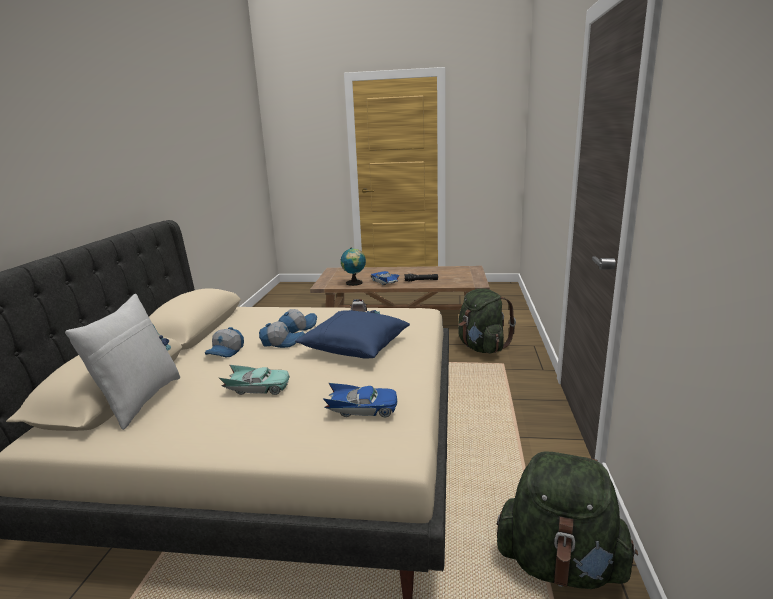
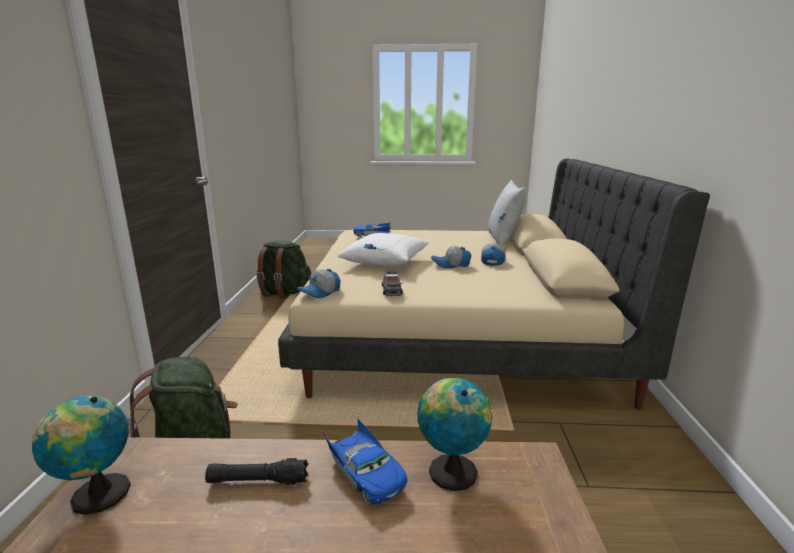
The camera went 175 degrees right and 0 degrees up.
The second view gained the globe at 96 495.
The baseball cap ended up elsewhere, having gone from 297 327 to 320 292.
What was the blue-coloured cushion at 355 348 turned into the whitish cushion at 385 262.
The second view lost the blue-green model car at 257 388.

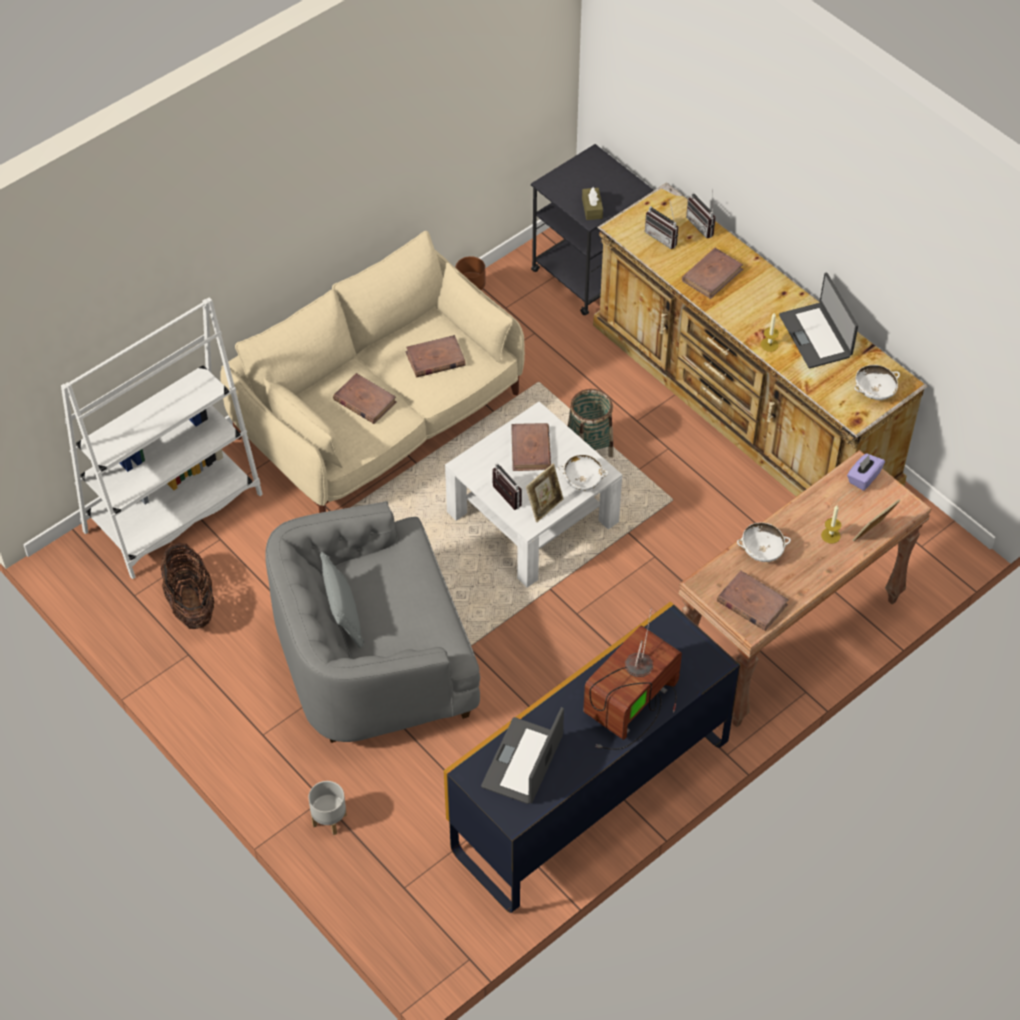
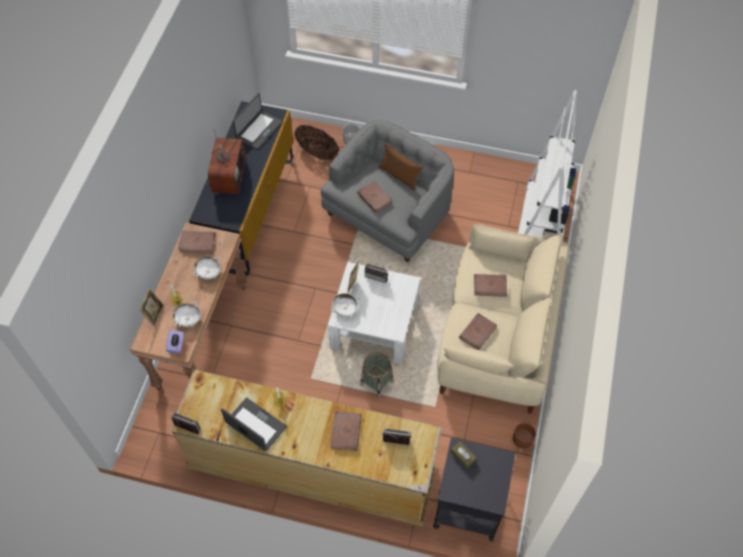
The camera went 145 degrees right and 5 degrees up.
The radio ended up elsewhere, having gone from 703 225 to 186 430.
The whitish bowl ended up elsewhere, having gone from 874 391 to 188 319.
The laptop at 523 762 ended up facing another way, 45 degrees clockwise from before.
The household basket ended up elsewhere, having gone from 191 603 to 317 152.
The brown bound book ended up elsewhere, having gone from 530 449 to 374 198.
What was the greyish cushion at 343 615 turned into the brown cushion at 399 176.

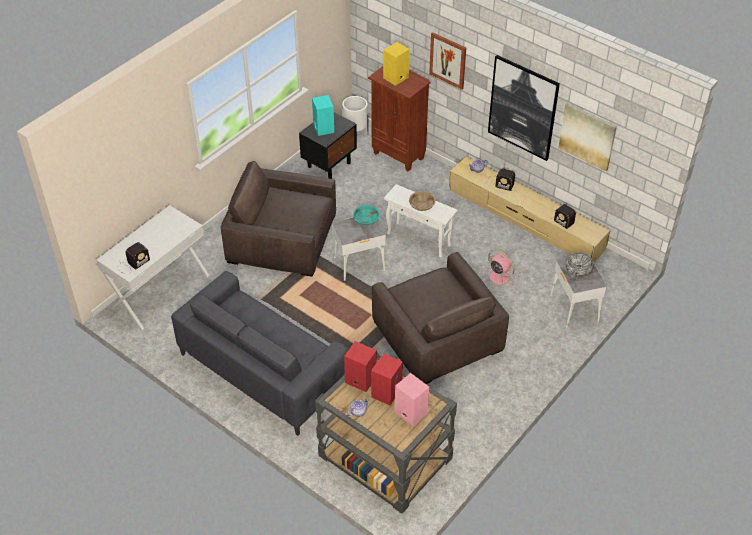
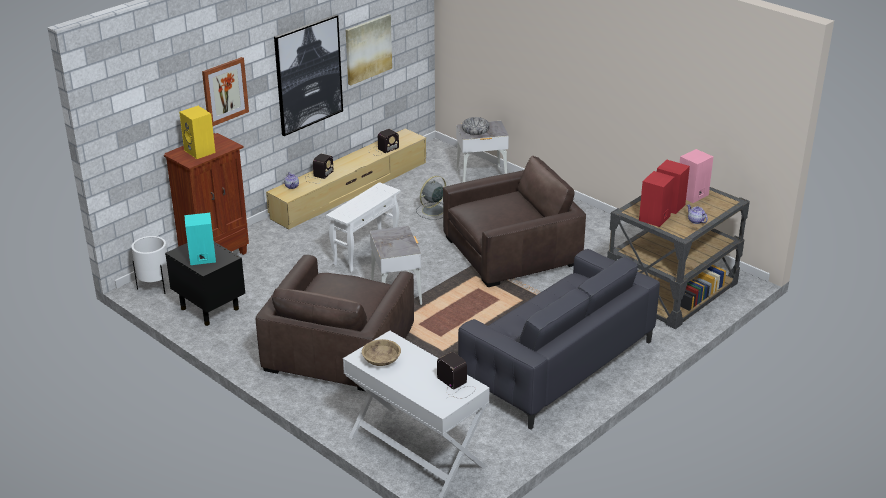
The camera went 85 degrees left and 15 degrees down.
The sand-coloured bowl ended up elsewhere, having gone from 421 206 to 381 361.
What was the pinkish cooling fan at 498 276 turned into the greyish cooling fan at 432 211.
The second view lost the blue-green bowl at 366 220.

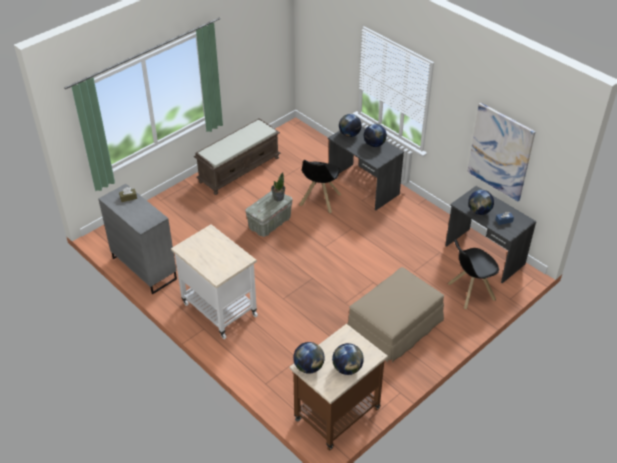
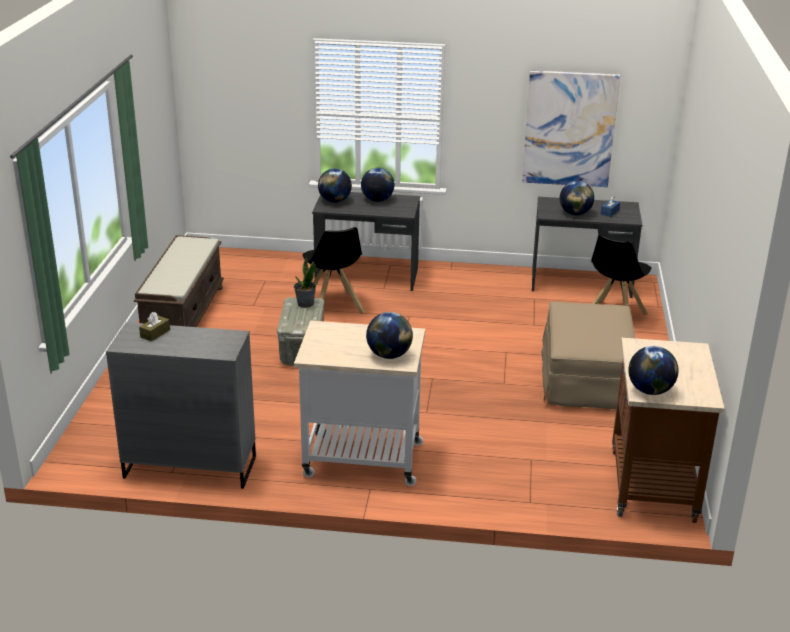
The camera went 40 degrees left and 15 degrees down.
The globe ended up elsewhere, having gone from 347 368 to 389 355.

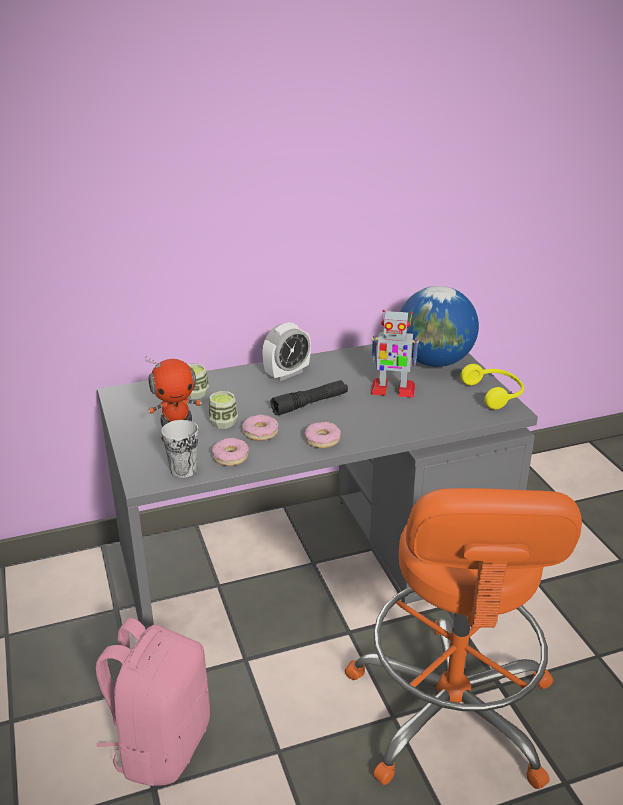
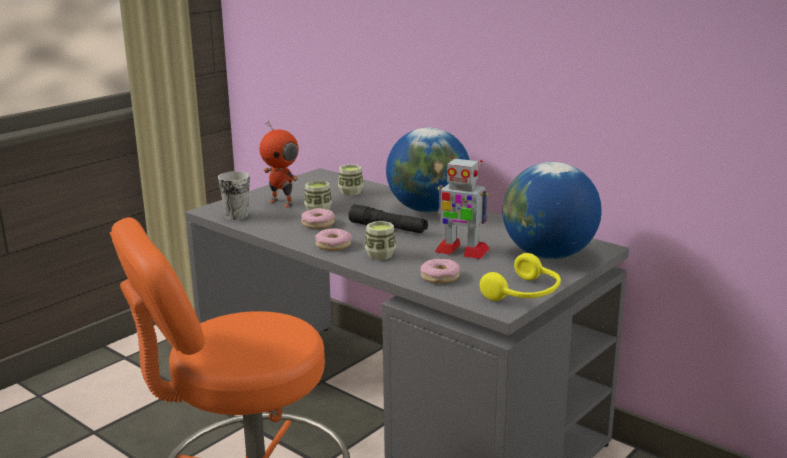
The camera went 60 degrees right and 10 degrees down.
The second view gained the cup at 380 255.
Where the table clock stood at 287 374, the globe came to stand at 428 209.
The donut ended up elsewhere, having gone from 230 457 to 440 277.
The model robot at 392 389 ended up facing another way, 45 degrees counterclockwise from before.
The second view lost the pinkish rucksack at 161 744.

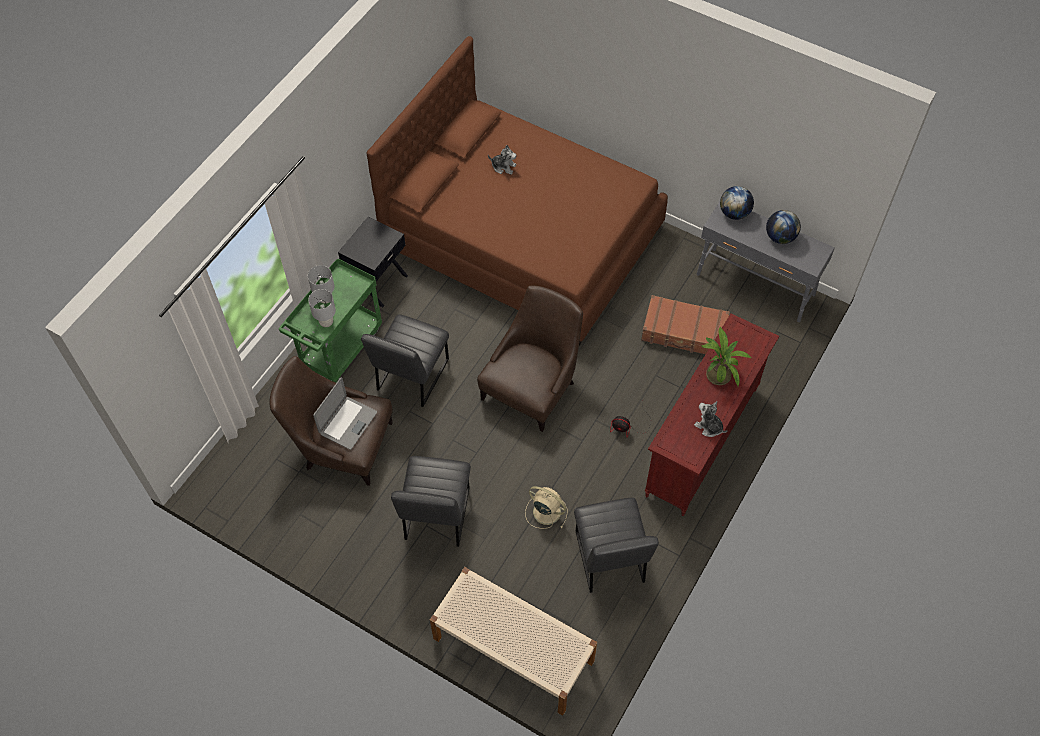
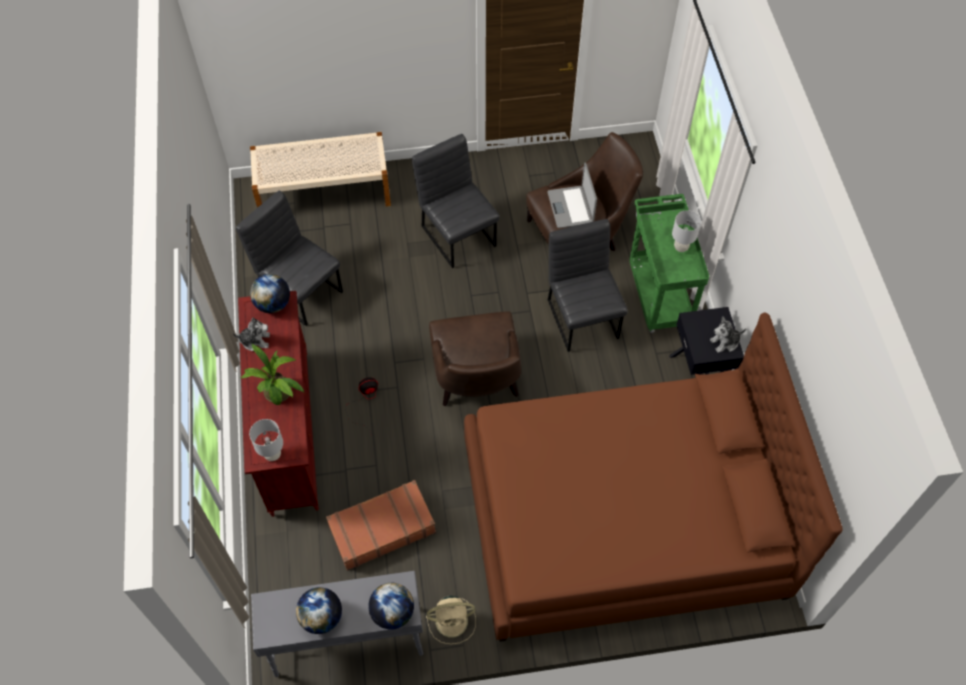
The camera went 140 degrees right and 0 degrees up.
The greyish table lamp ended up elsewhere, having gone from 326 323 to 272 454.
The second view gained the globe at 273 304.
The sand-coloured cooling fan ended up elsewhere, having gone from 545 511 to 453 621.
The soft toy ended up elsewhere, having gone from 503 167 to 725 342.

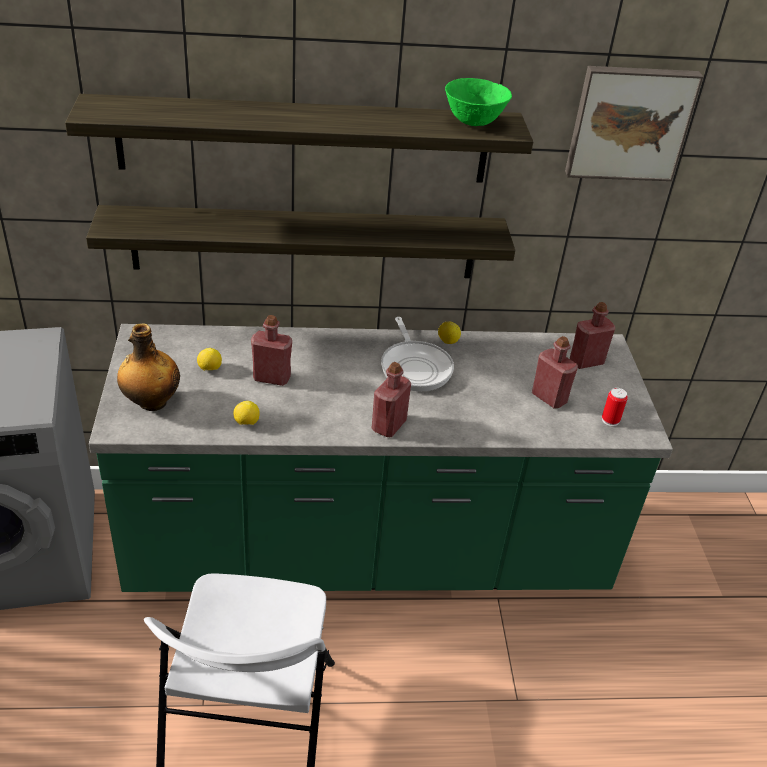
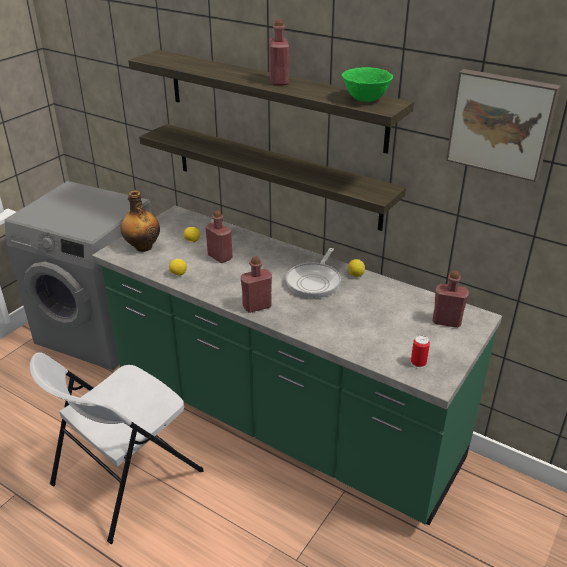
The camera went 40 degrees right and 5 degrees down.
The reddish bottle ended up elsewhere, having gone from 549 398 to 279 81.

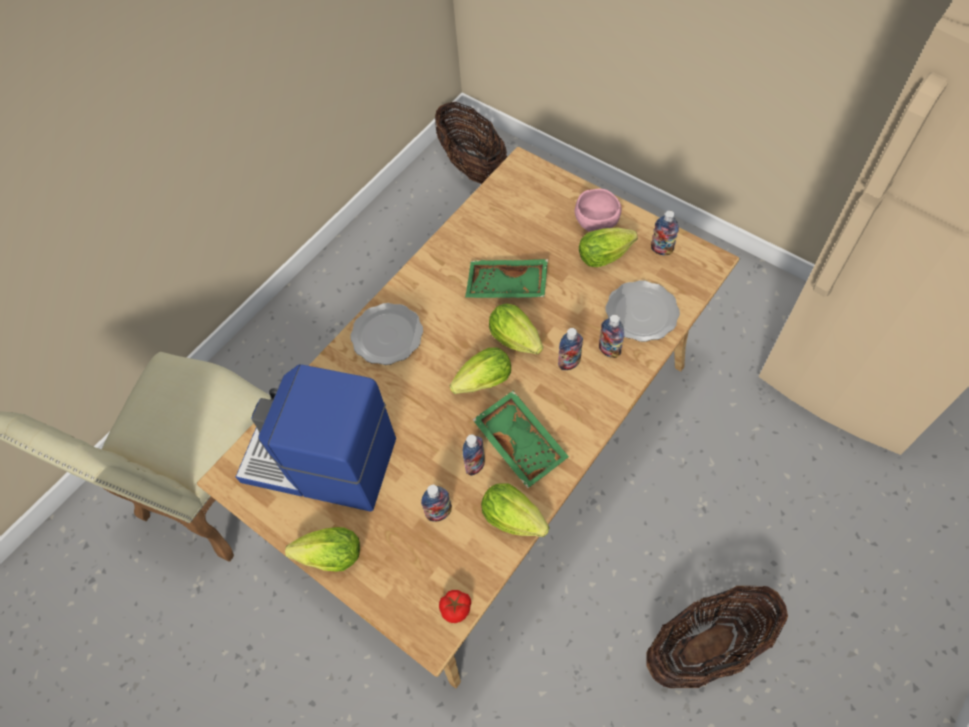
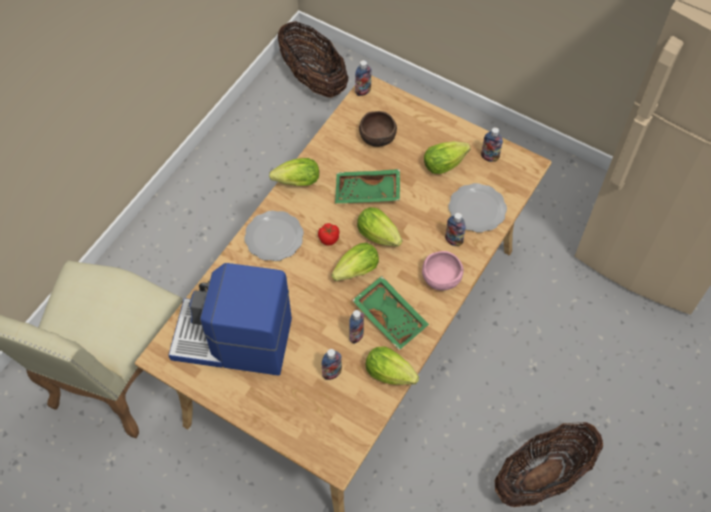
The camera went 10 degrees left and 0 degrees up.
The lettuce head ended up elsewhere, having gone from 327 556 to 294 182.
The whole tomato ended up elsewhere, having gone from 456 608 to 329 238.
The bottle ended up elsewhere, having gone from 569 363 to 363 91.
The second view gained the brown bowl at 378 137.
The pinkish bowl ended up elsewhere, having gone from 597 221 to 442 278.

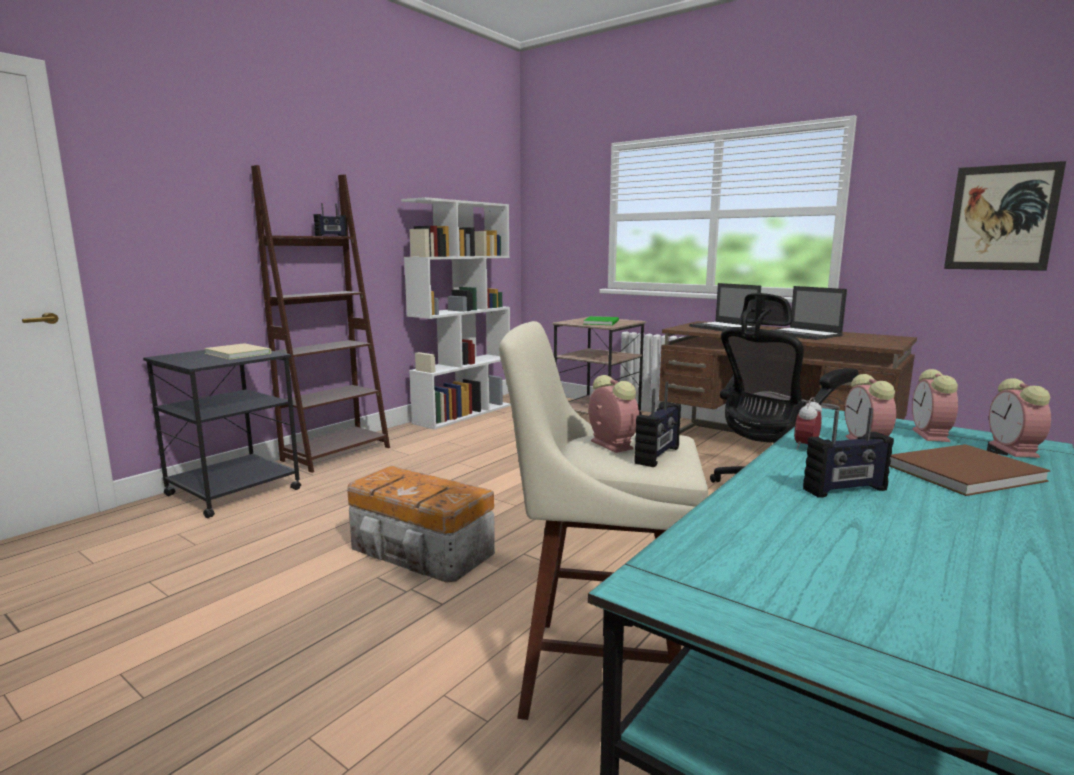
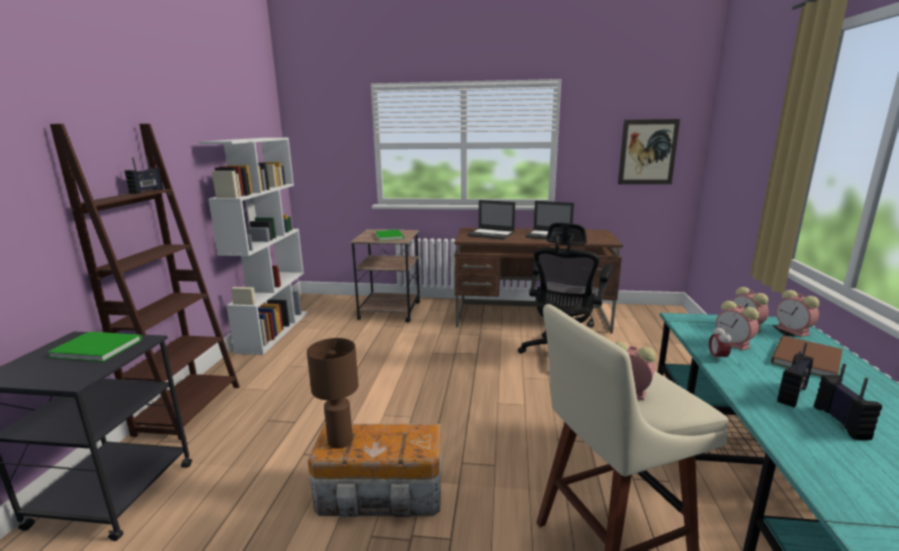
The camera went 30 degrees left and 5 degrees up.
What was the sand-coloured bound book at 238 353 turned into the green-coloured bound book at 97 347.
The second view gained the brown table lamp at 339 441.
The radio ended up elsewhere, having gone from 658 455 to 841 422.

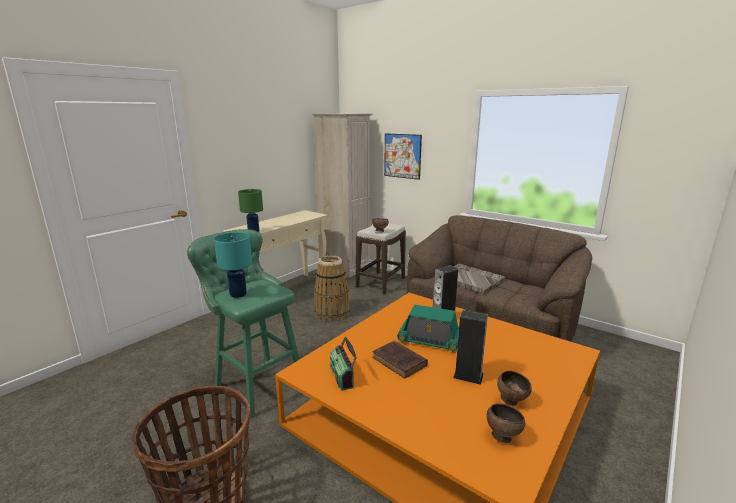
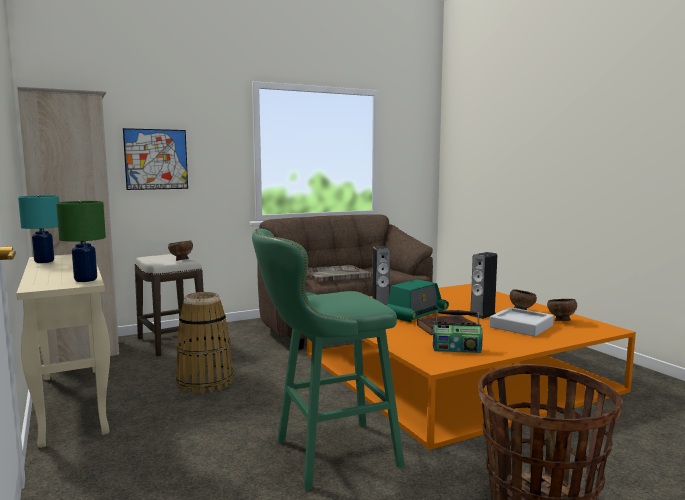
The camera went 65 degrees left and 10 degrees down.
The blue-green table lamp ended up elsewhere, having gone from 239 294 to 45 261.
The second view gained the greyish tray at 521 326.

